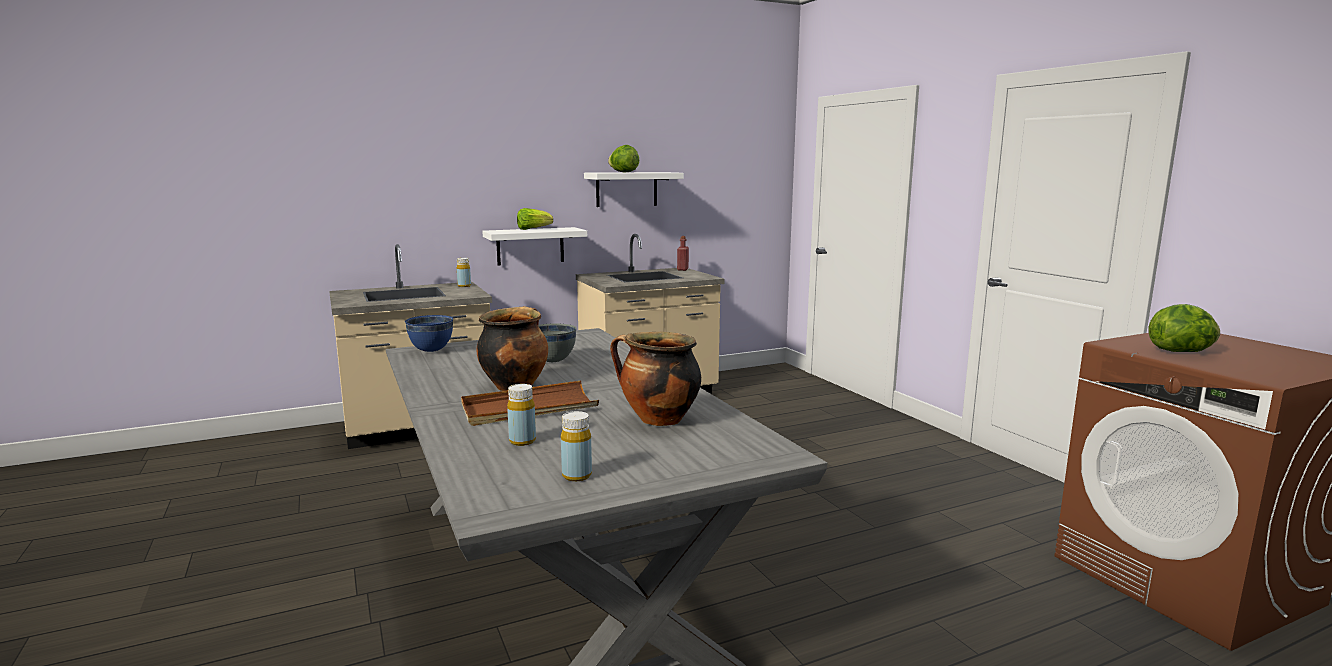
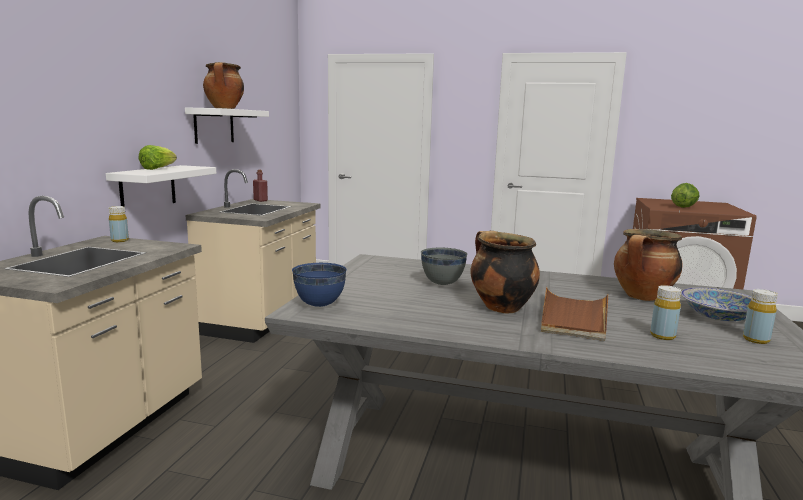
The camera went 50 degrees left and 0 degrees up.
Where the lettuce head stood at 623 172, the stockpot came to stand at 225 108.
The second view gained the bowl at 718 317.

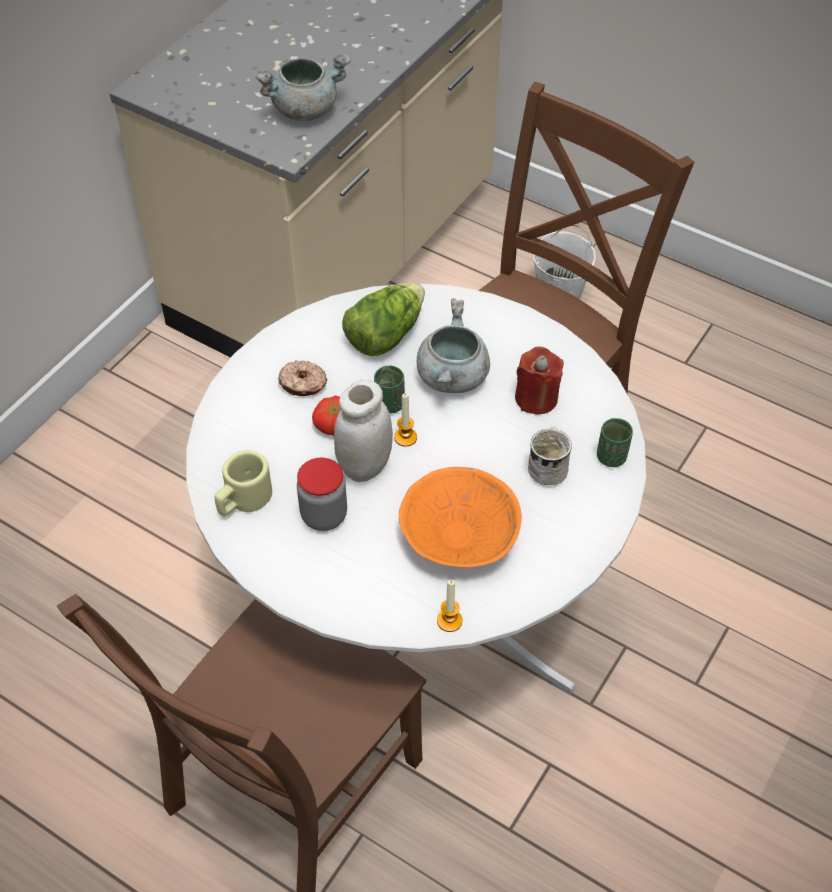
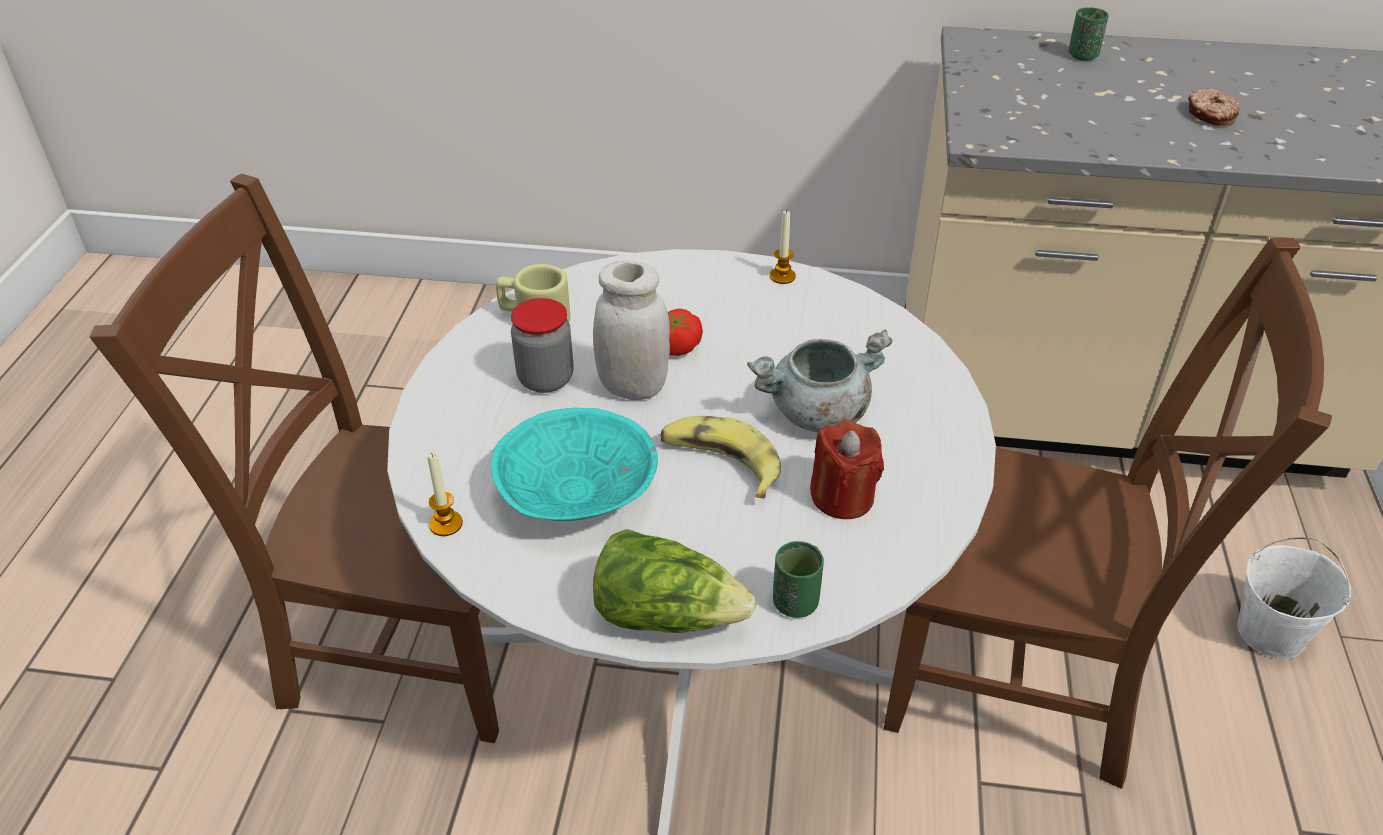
The camera went 65 degrees right and 10 degrees down.
What was the orangey bowl at 459 534 turned into the blue-green bowl at 579 493.
The lettuce head ended up elsewhere, having gone from 385 334 to 667 614.
The second view gained the whole banana at 720 463.
The candle ended up elsewhere, having gone from 405 437 to 782 276.
The green-coloured cup ended up elsewhere, having gone from 389 404 to 1082 55.
The donut ended up elsewhere, having gone from 303 384 to 1210 115.
The second view lost the greyish stockpot at 305 109.
The second view lost the whitish mug at 549 466.

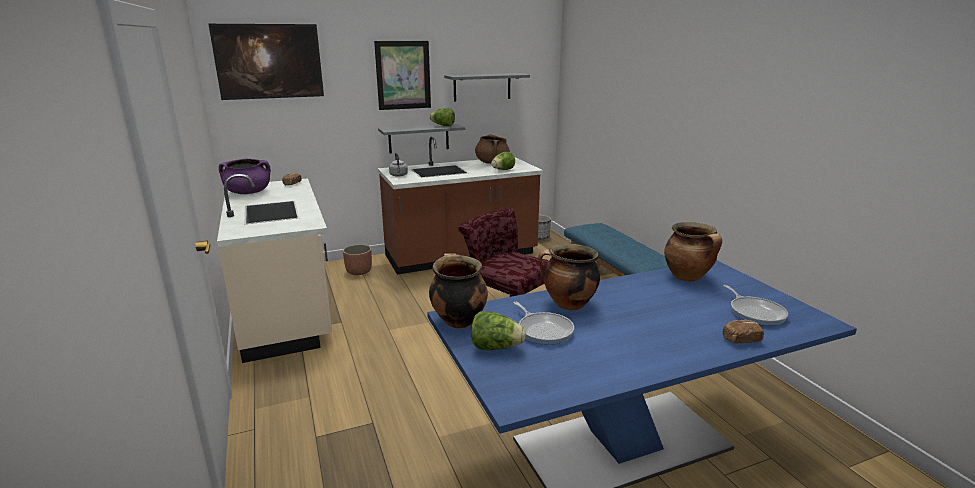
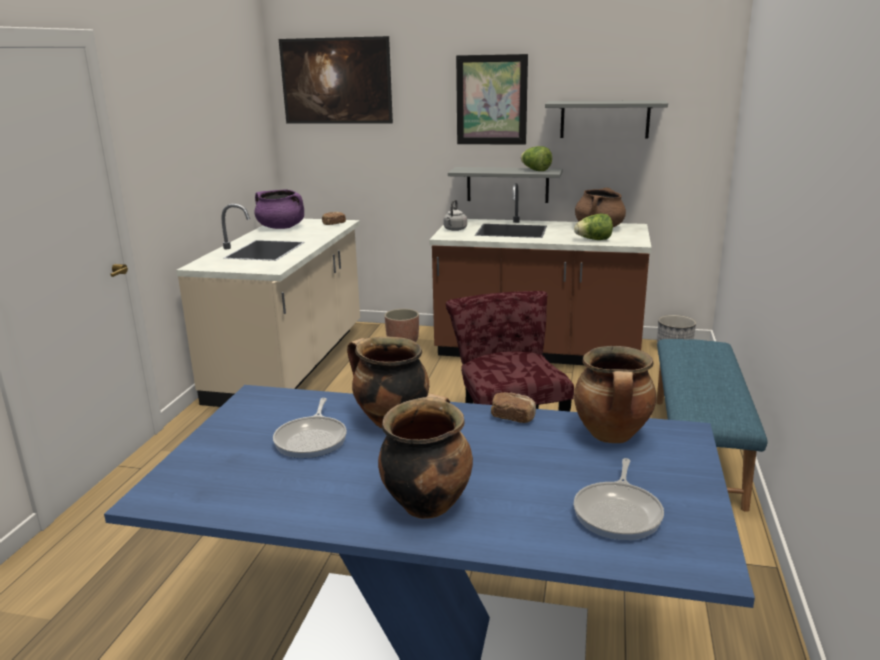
The camera went 35 degrees right and 0 degrees up.
The stockpot ended up elsewhere, having gone from 458 320 to 426 503.
The baked bread ended up elsewhere, having gone from 740 339 to 513 417.
The second view lost the lettuce head at 495 347.

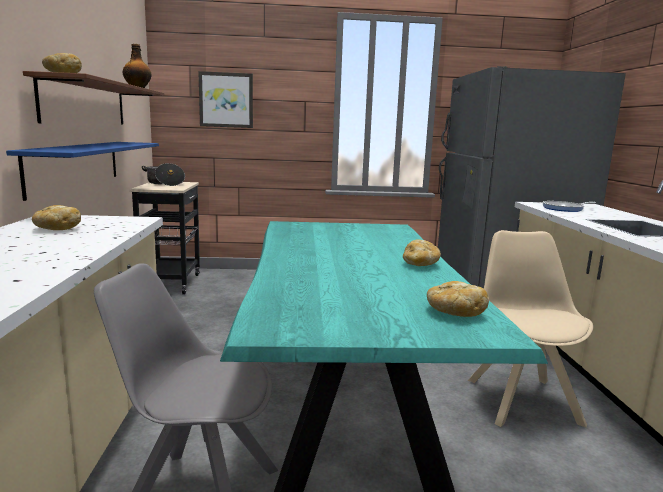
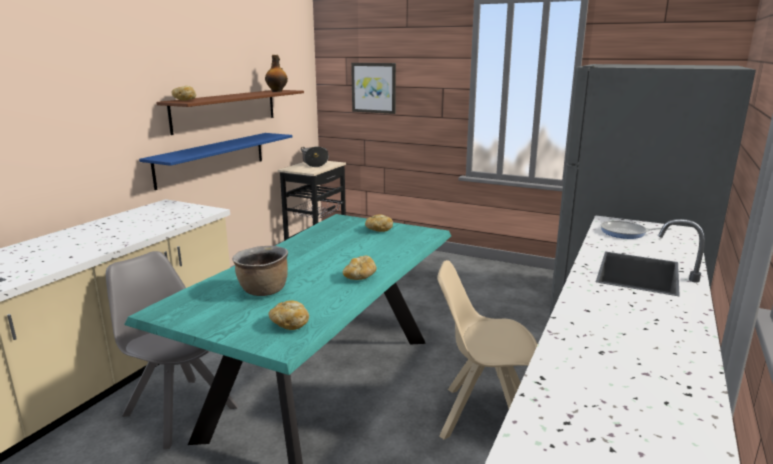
The camera went 30 degrees right and 5 degrees up.
The second view gained the brown stockpot at 263 291.
The baked bread ended up elsewhere, having gone from 57 229 to 378 230.
The sand-coloured plain chair at 522 399 ended up facing another way, 105 degrees counterclockwise from before.

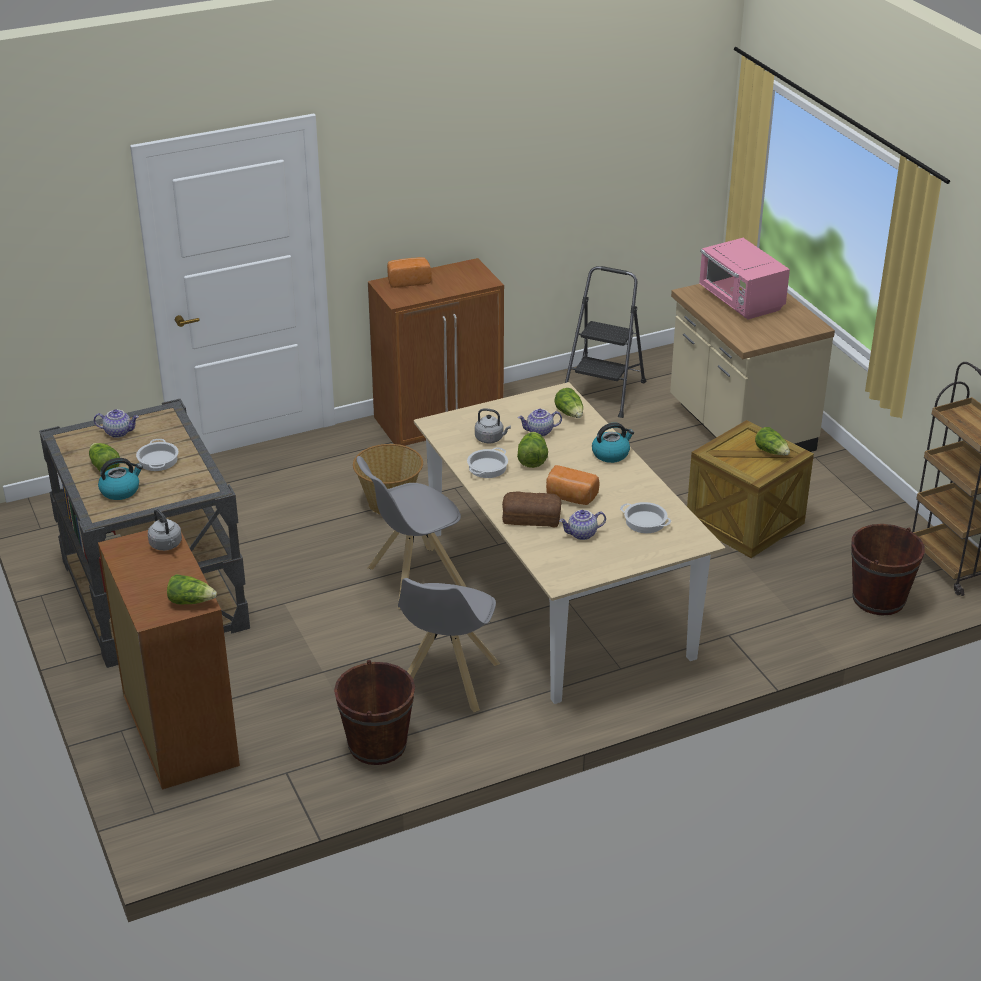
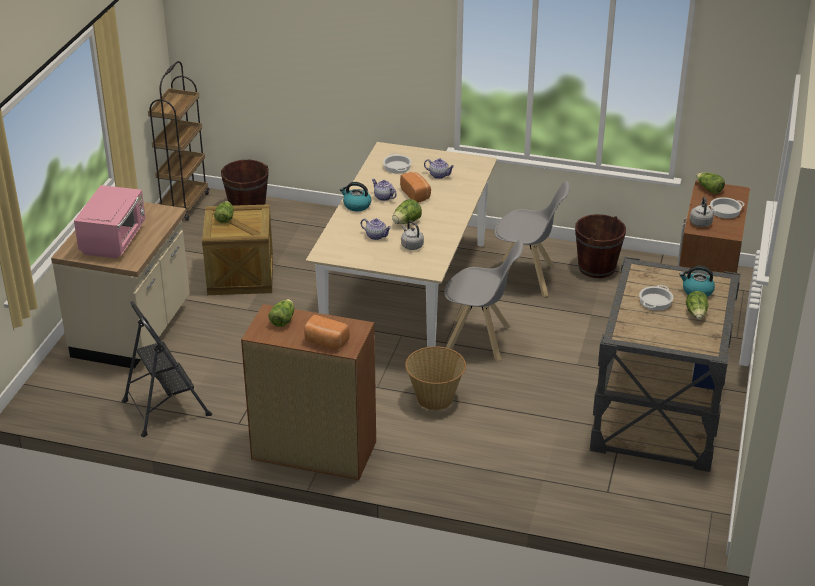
The camera went 140 degrees left and 0 degrees up.
The lettuce head ended up elsewhere, having gone from 570 414 to 282 320.
The tea pot ended up elsewhere, having gone from 118 432 to 383 197.
The greyish plain chair at 446 681 ended up facing another way, 45 degrees clockwise from before.
The stockpot ended up elsewhere, having gone from 487 468 to 725 211.
The second view lost the baked bread at 530 517.

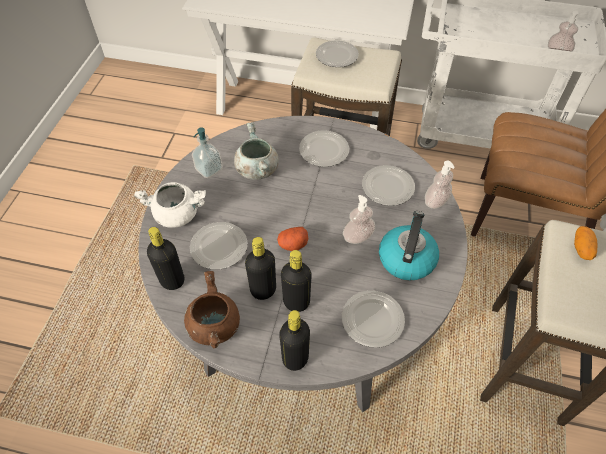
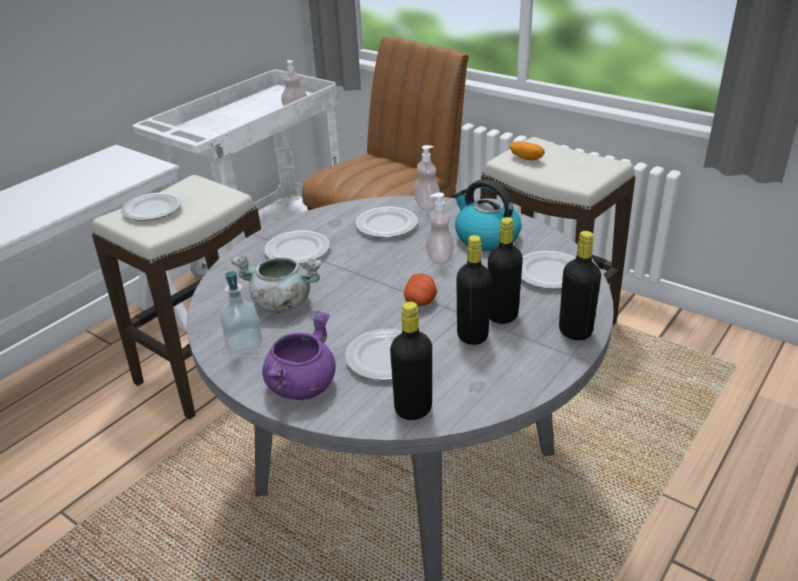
The camera went 65 degrees left and 20 degrees down.
What was the whitish stockpot at 177 214 turned into the purplish stockpot at 301 385.
The second view lost the brown stockpot at 214 326.

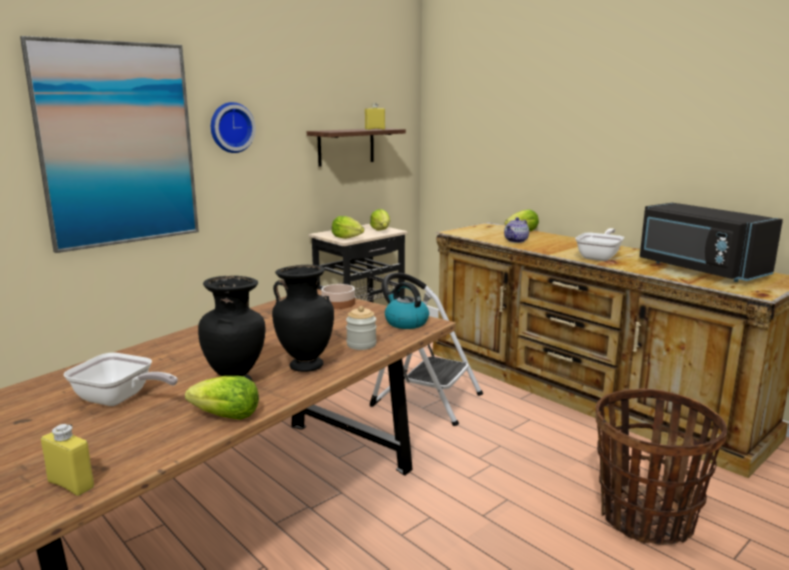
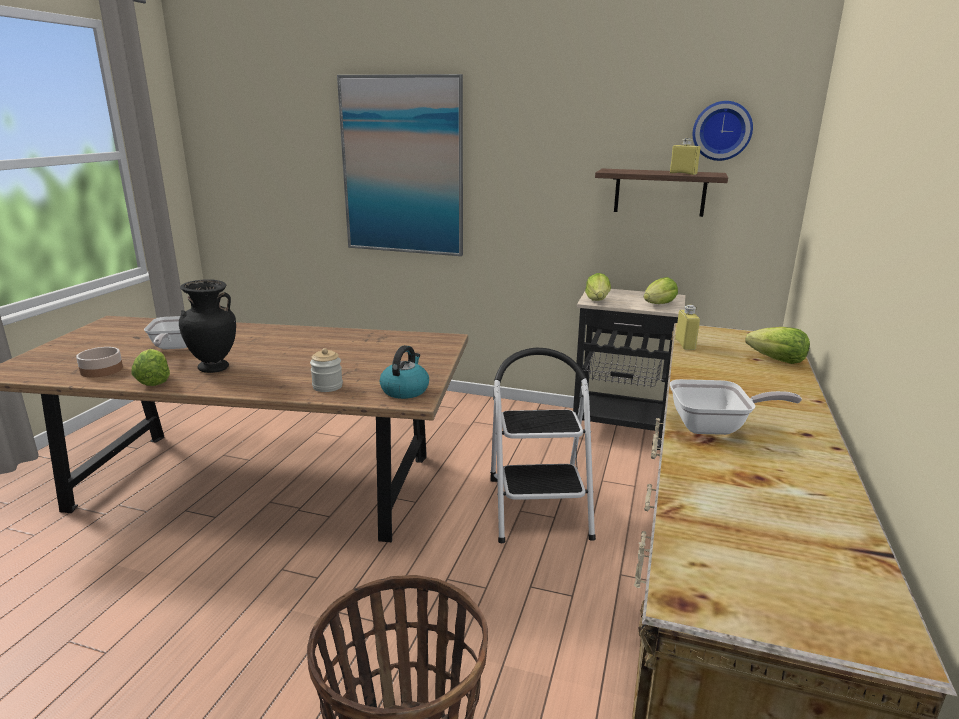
The camera went 60 degrees right and 5 degrees up.
The bowl ended up elsewhere, having gone from 337 304 to 101 370.
The yellowish bottle ended up elsewhere, having gone from 71 484 to 685 344.
The hanging clock ended up elsewhere, having gone from 231 127 to 722 131.
The second view lost the black flower vase at 306 366.
The second view lost the tea pot at 516 241.
The second view lost the black microwave at 698 269.

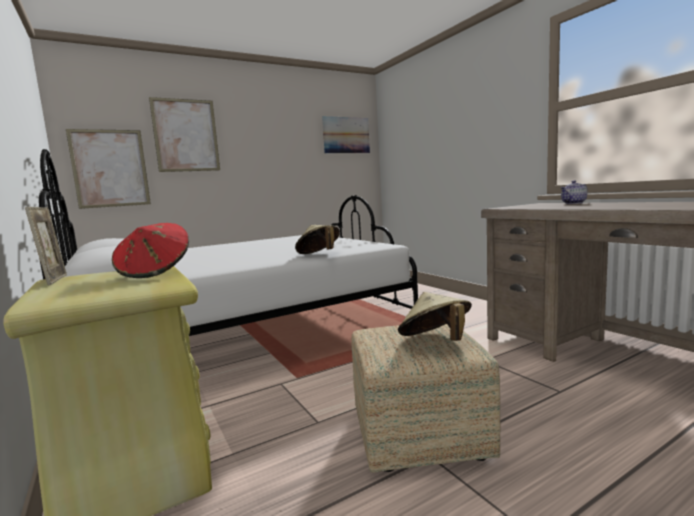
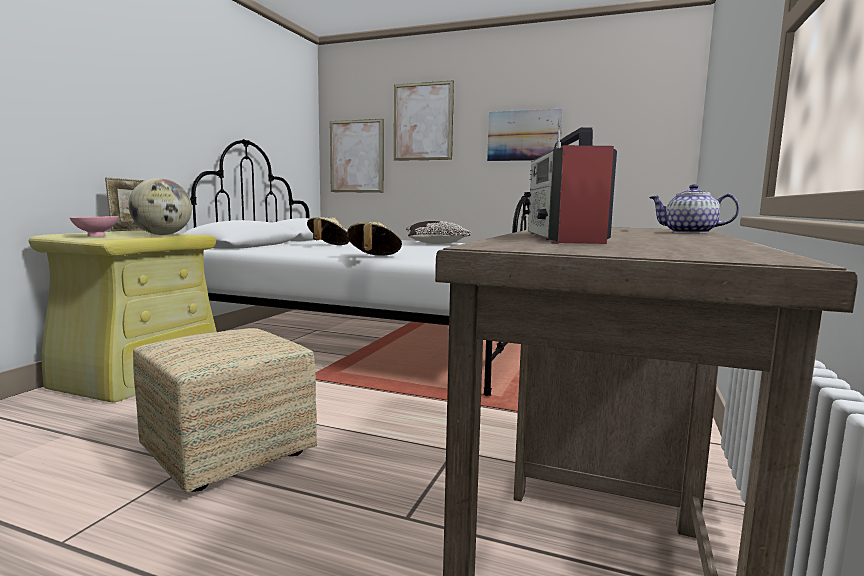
The camera went 50 degrees right and 0 degrees up.
The second view gained the pinkish bowl at 95 236.
Where the reddish hat stood at 155 272, the globe came to stand at 162 235.
The sand-coloured hat ended up elsewhere, having gone from 435 342 to 328 246.
The second view gained the cushion at 436 243.
The picture ended up elsewhere, having gone from 346 135 to 524 135.
The second view gained the radio at 564 238.

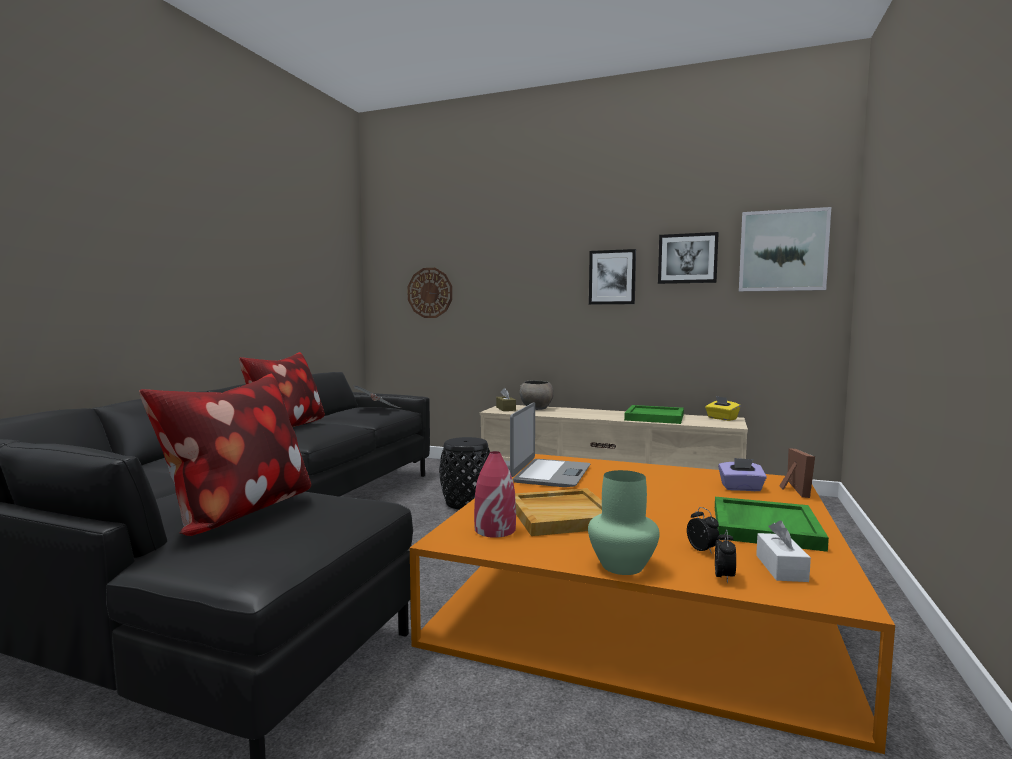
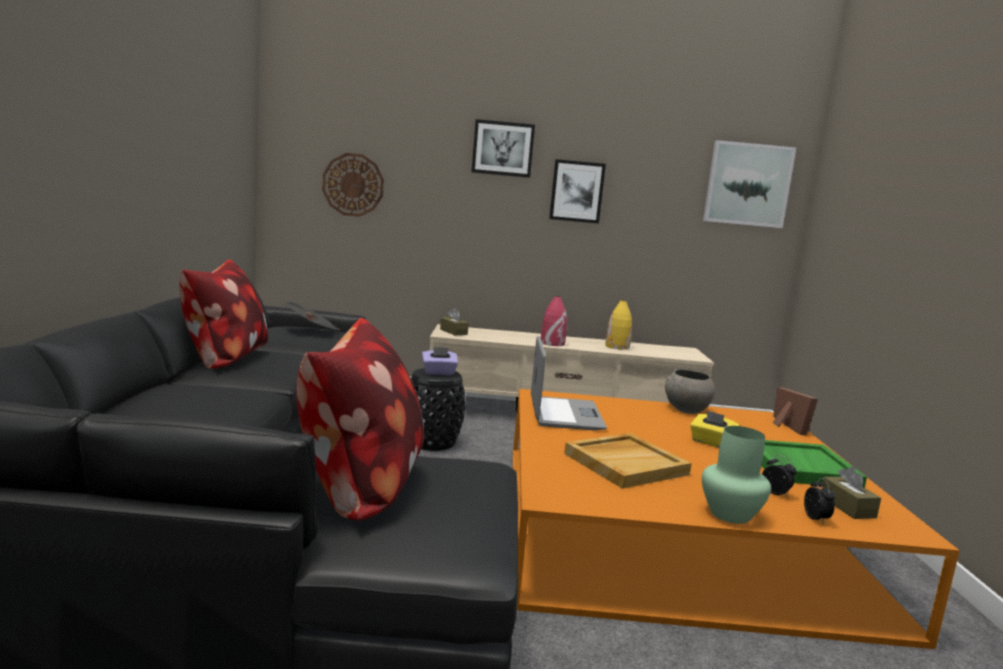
The camera went 20 degrees left and 5 degrees up.
The purplish tissue box ended up elsewhere, having gone from 741 488 to 438 373.
The picture ended up elsewhere, having gone from 687 258 to 503 148.
The reddish flower vase ended up elsewhere, having gone from 494 529 to 552 343.
Where the green-coloured tray stood at 654 417, the yellowish flower vase came to stand at 617 346.
The greyish bowl ended up elsewhere, having gone from 536 408 to 686 410.
The yellowish tissue box ended up elsewhere, having gone from 722 418 to 711 443.
What was the whitish tissue box at 781 568 turned into the brown tissue box at 847 507.

